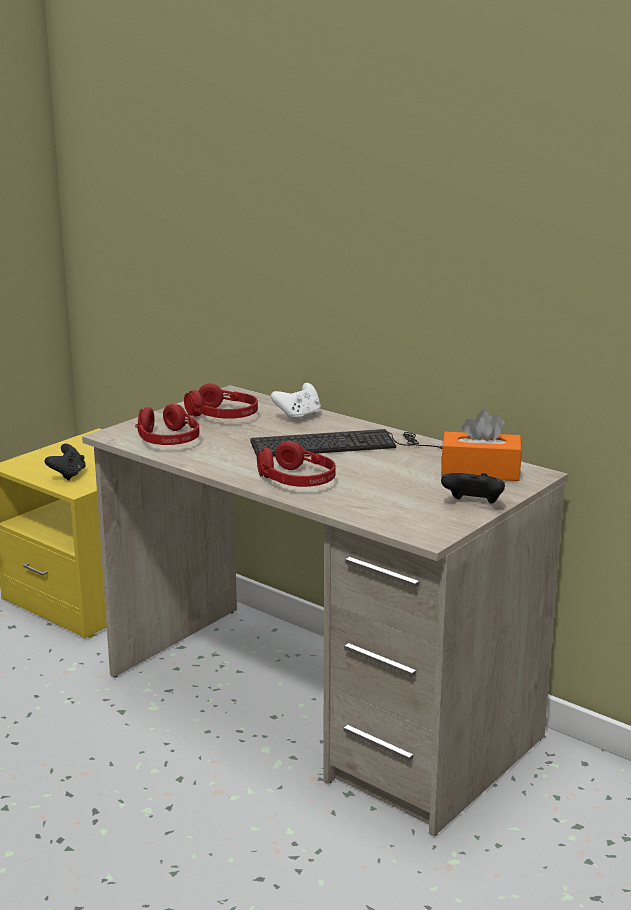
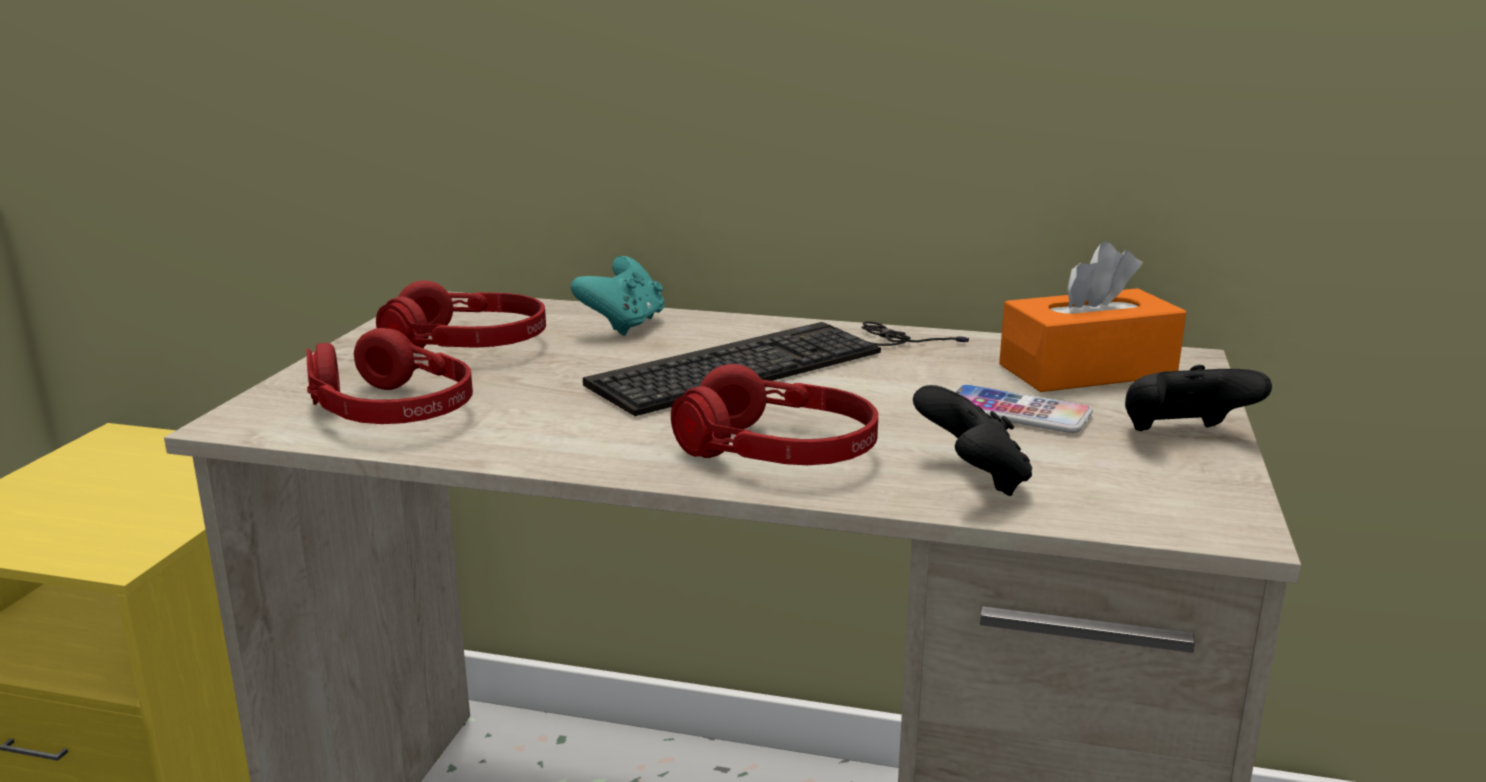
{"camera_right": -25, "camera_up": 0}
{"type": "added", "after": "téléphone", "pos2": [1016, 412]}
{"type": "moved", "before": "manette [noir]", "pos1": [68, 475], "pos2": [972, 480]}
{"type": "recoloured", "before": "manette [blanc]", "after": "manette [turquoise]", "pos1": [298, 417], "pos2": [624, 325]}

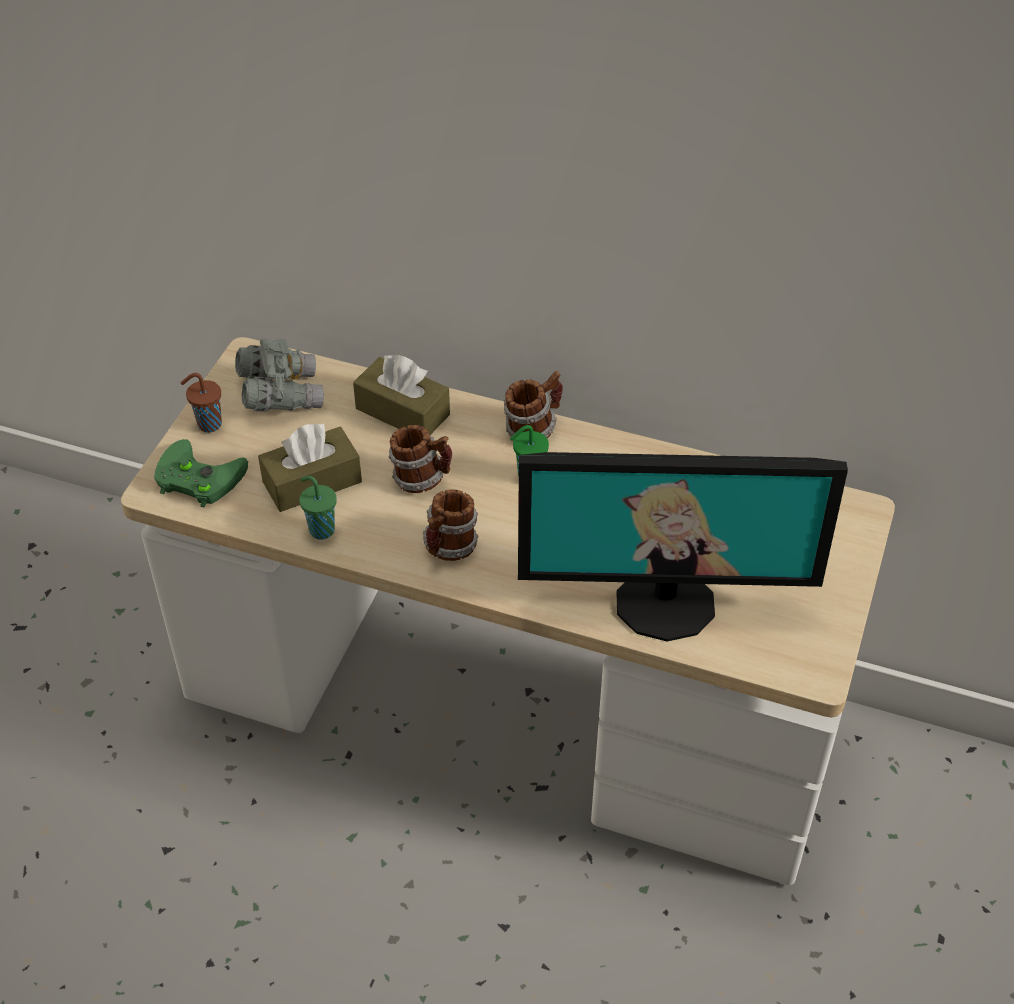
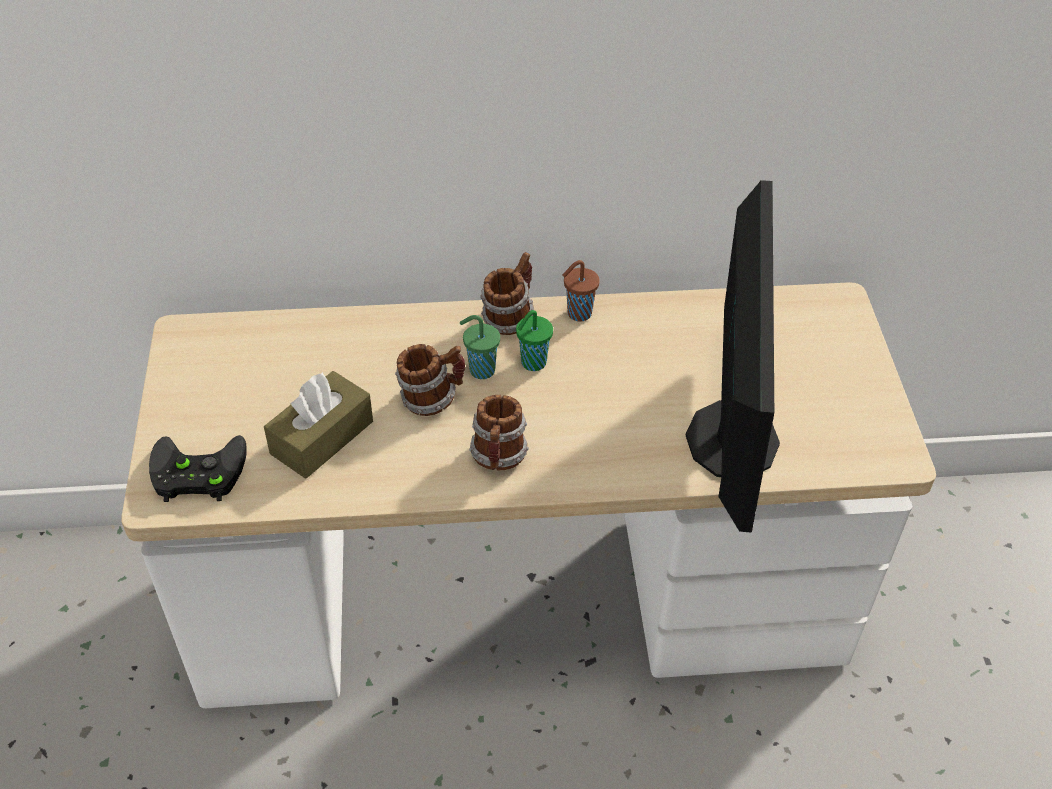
{"camera_right": -25, "camera_up": 0}
{"type": "removed", "before": "jumelles [gris]", "pos1": [280, 394]}
{"type": "removed", "before": "boîte à mouchoirs [marron]", "pos1": [402, 412]}
{"type": "moved", "before": "tasse [marron]", "pos1": [208, 424], "pos2": [578, 314]}
{"type": "moved", "before": "tasse [vert]", "pos1": [320, 529], "pos2": [480, 370]}
{"type": "recoloured", "before": "manette [vert]", "after": "manette [noir]", "pos1": [195, 478], "pos2": [194, 474]}
{"type": "turned", "before": "écran d'ordinateur", "pos1": [665, 602], "pos2": [729, 439], "turn": -60}

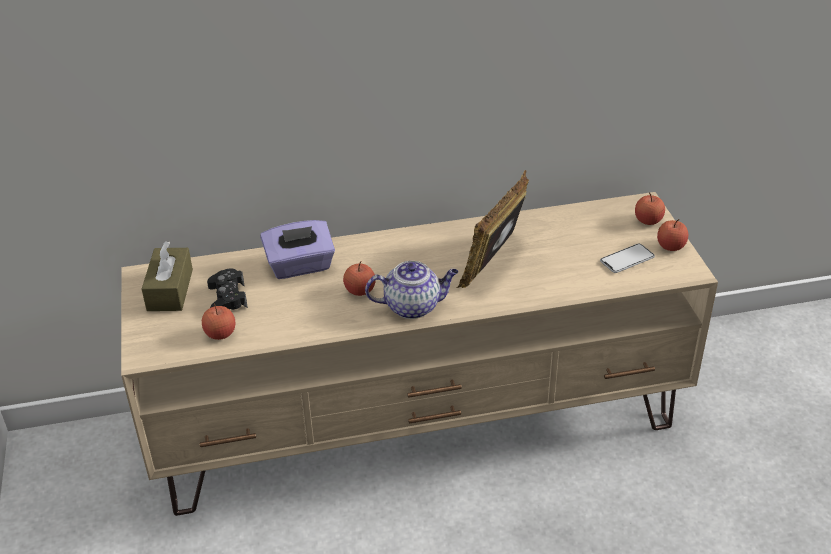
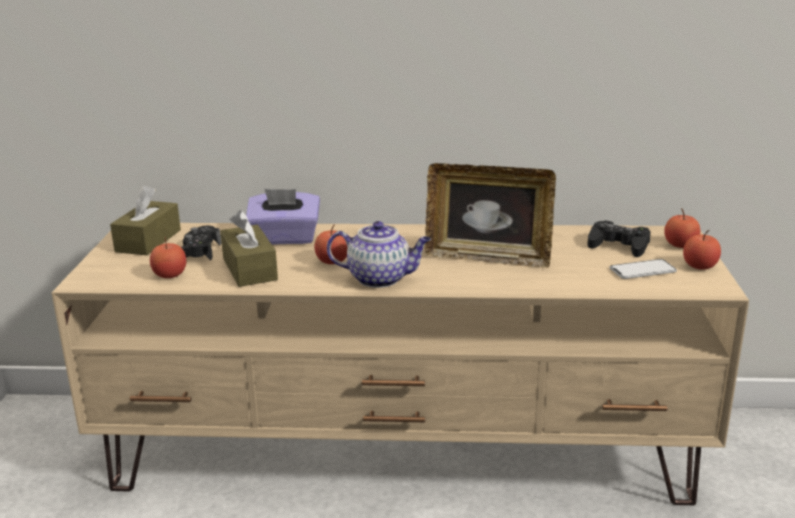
{"camera_right": 15, "camera_up": -15}
{"type": "added", "after": "boîte à mouchoirs [marron]", "pos2": [249, 269]}
{"type": "added", "after": "manette [noir]", "pos2": [619, 245]}
{"type": "turned", "before": "cadre photo", "pos1": [494, 263], "pos2": [488, 257], "turn": -120}

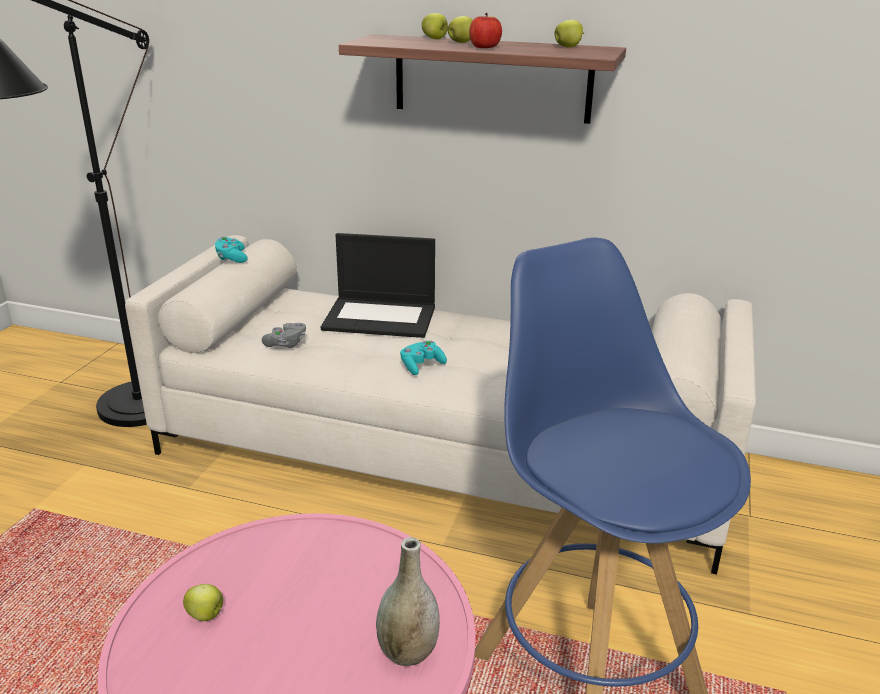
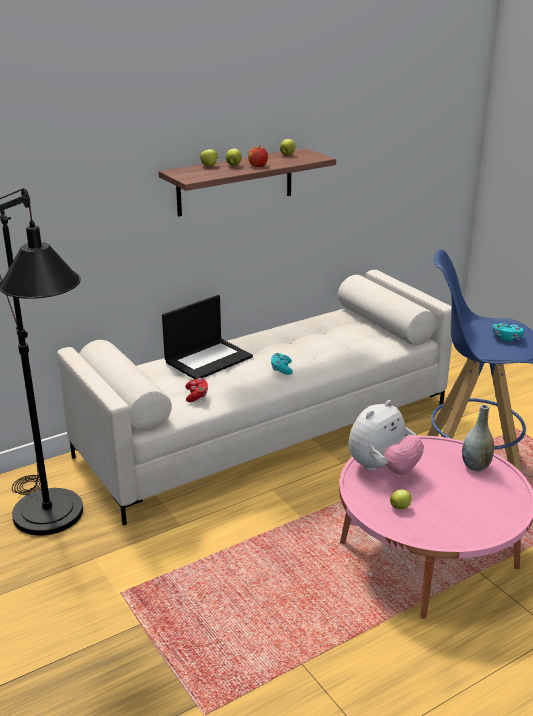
{"camera_right": -50, "camera_up": 0}
{"type": "added", "after": "peluche", "pos2": [382, 469]}
{"type": "moved", "before": "manette [turquoise]", "pos1": [231, 258], "pos2": [506, 338]}
{"type": "recoloured", "before": "manette [gris]", "after": "manette [rouge]", "pos1": [286, 344], "pos2": [196, 395]}

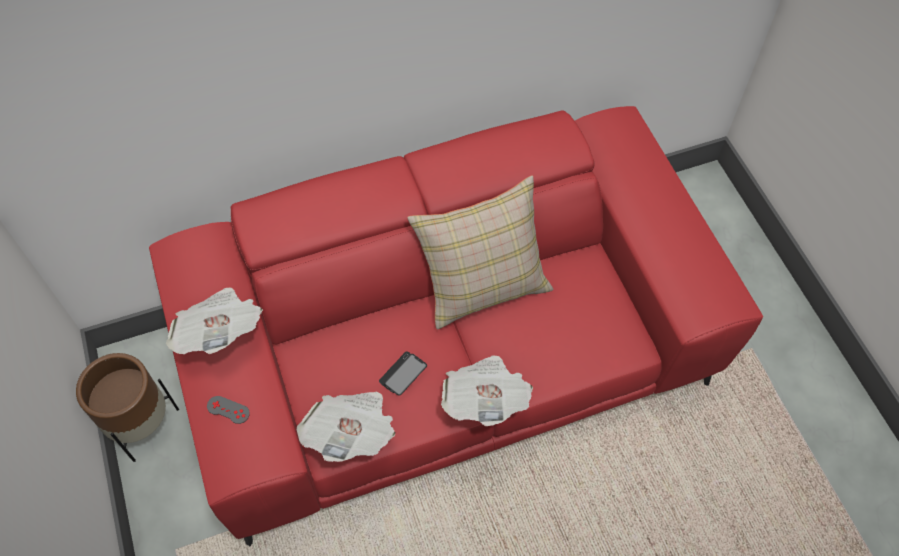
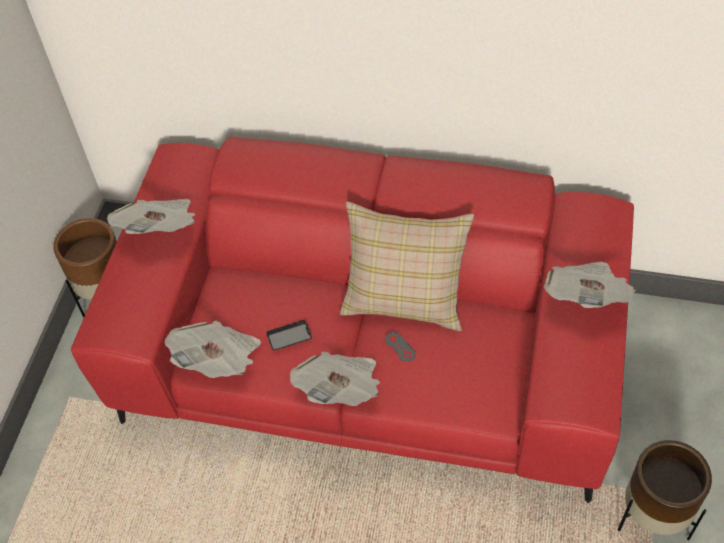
{"camera_right": 35, "camera_up": -5}
{"type": "added", "after": "journal", "pos2": [586, 297]}
{"type": "added", "after": "cache-pot [marron]", "pos2": [653, 517]}
{"type": "moved", "before": "manette [gris]", "pos1": [228, 410], "pos2": [400, 347]}

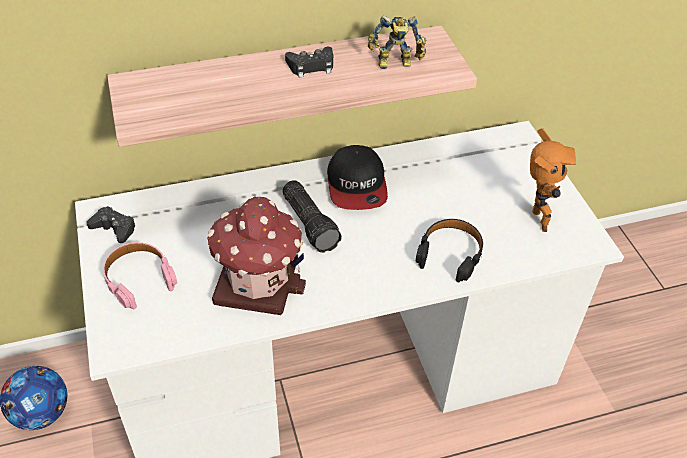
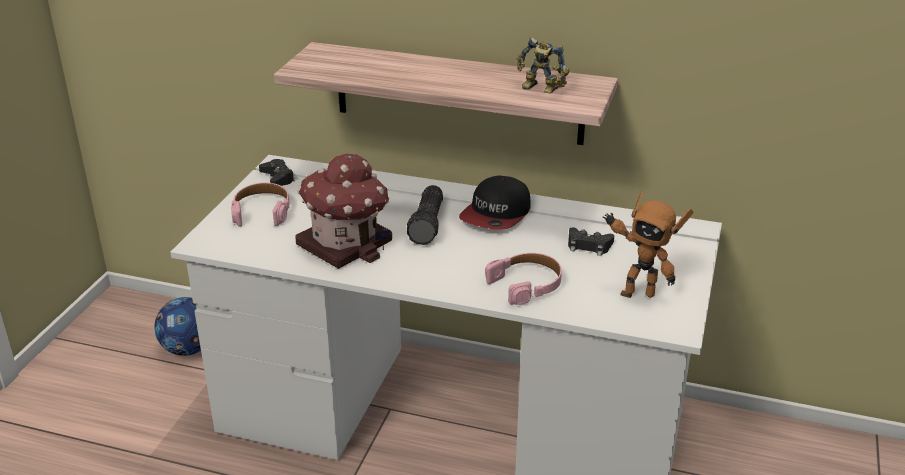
{"camera_right": 35, "camera_up": -15}
{"type": "moved", "before": "manette [noir]", "pos1": [311, 66], "pos2": [588, 246]}
{"type": "recoloured", "before": "casque audio [noir]", "after": "casque audio [rose]", "pos1": [450, 254], "pos2": [526, 284]}
{"type": "turned", "before": "robot jouet", "pos1": [535, 222], "pos2": [637, 292], "turn": 75}

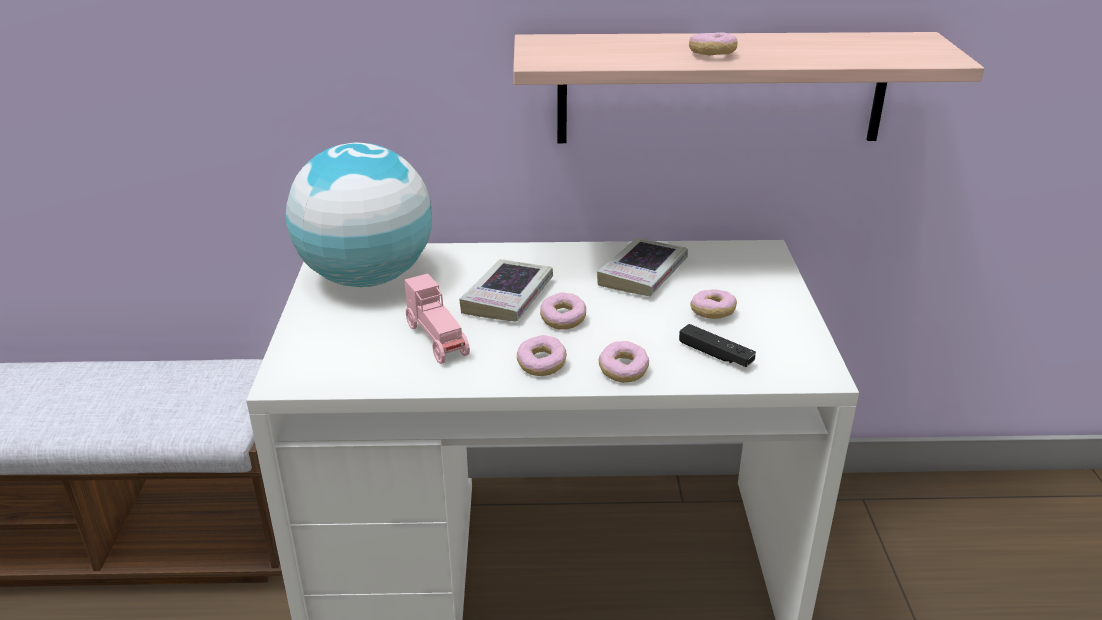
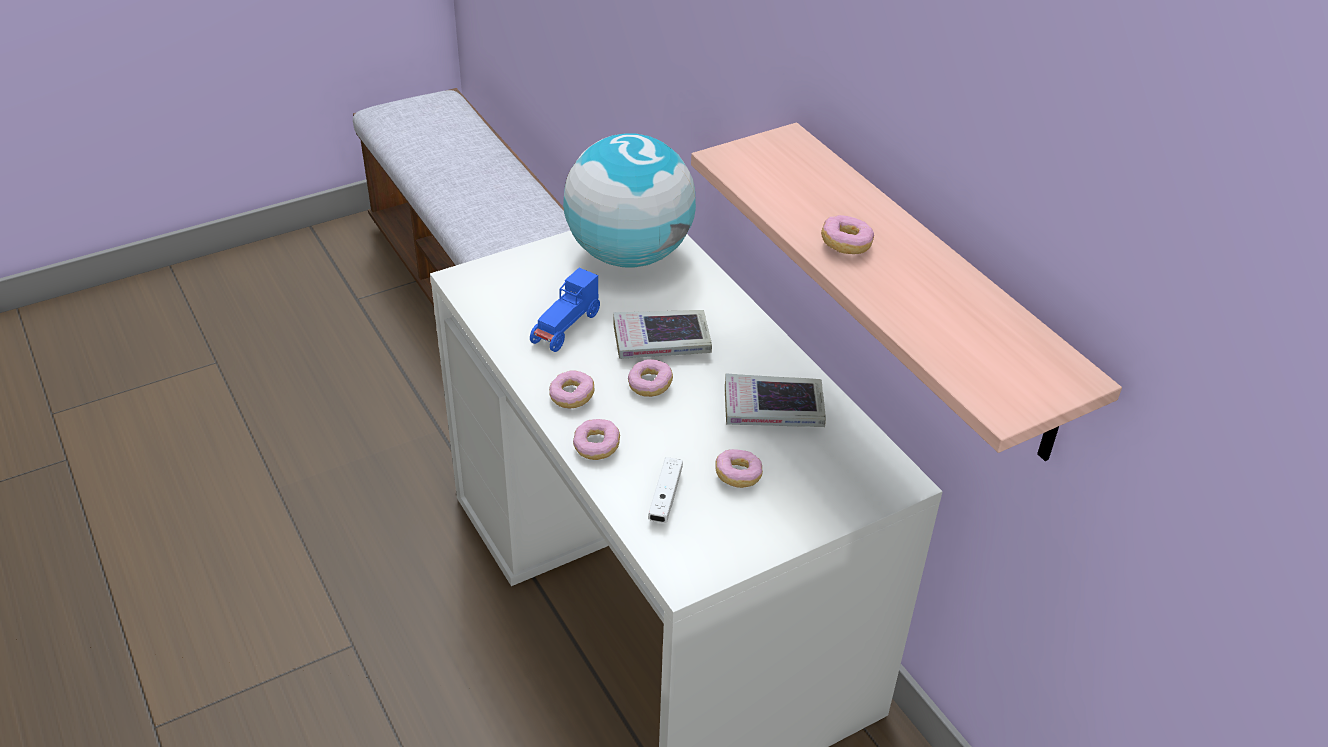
{"camera_right": 60, "camera_up": 10}
{"type": "recoloured", "before": "petite voiture [rose]", "after": "petite voiture [bleu]", "pos1": [438, 340], "pos2": [566, 329]}
{"type": "recoloured", "before": "manette [noir]", "after": "manette [blanc]", "pos1": [715, 354], "pos2": [665, 497]}

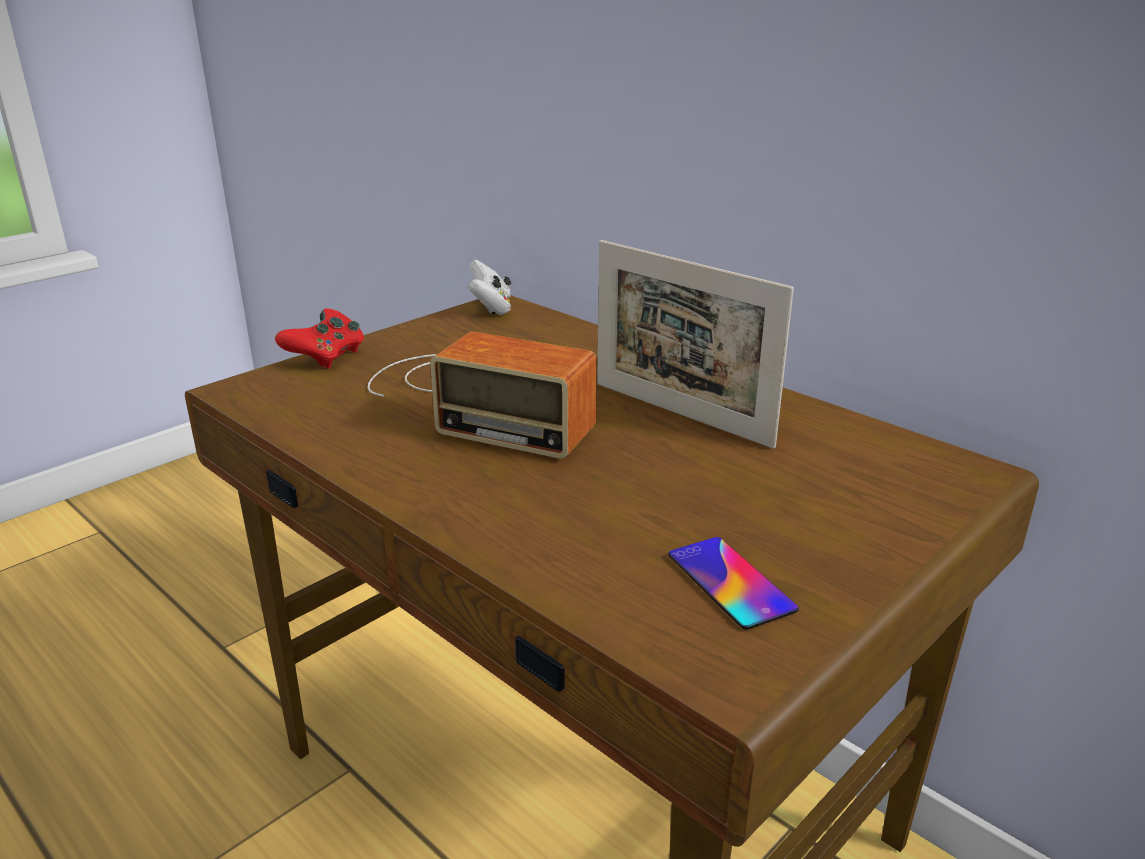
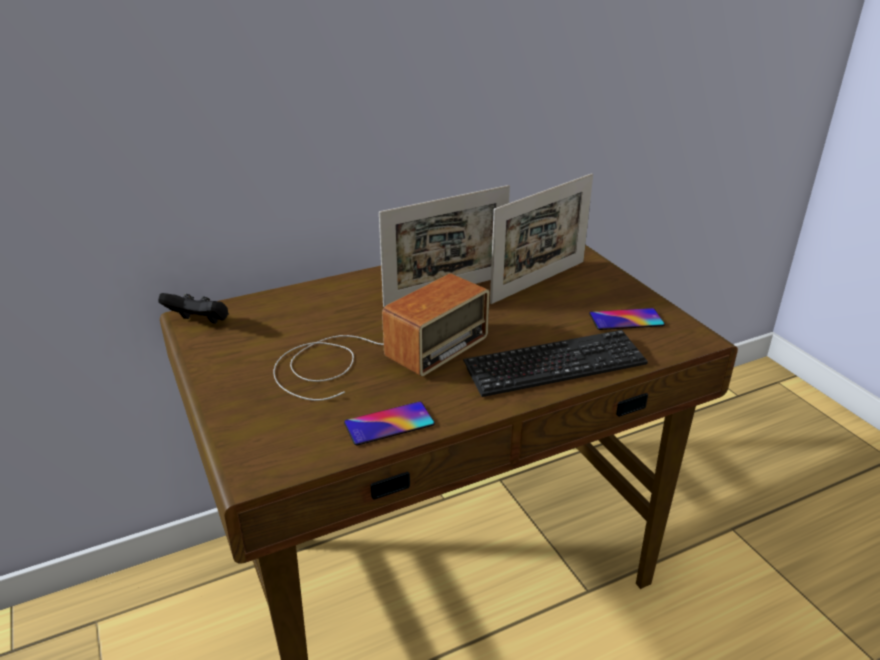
{"camera_right": -70, "camera_up": 5}
{"type": "removed", "before": "manette [rouge]", "pos1": [326, 357]}
{"type": "added", "after": "téléphone", "pos2": [389, 424]}
{"type": "added", "after": "clavier", "pos2": [555, 366]}
{"type": "added", "after": "cadre photo", "pos2": [538, 281]}
{"type": "recoloured", "before": "manette [blanc]", "after": "manette [noir]", "pos1": [491, 308], "pos2": [199, 322]}

